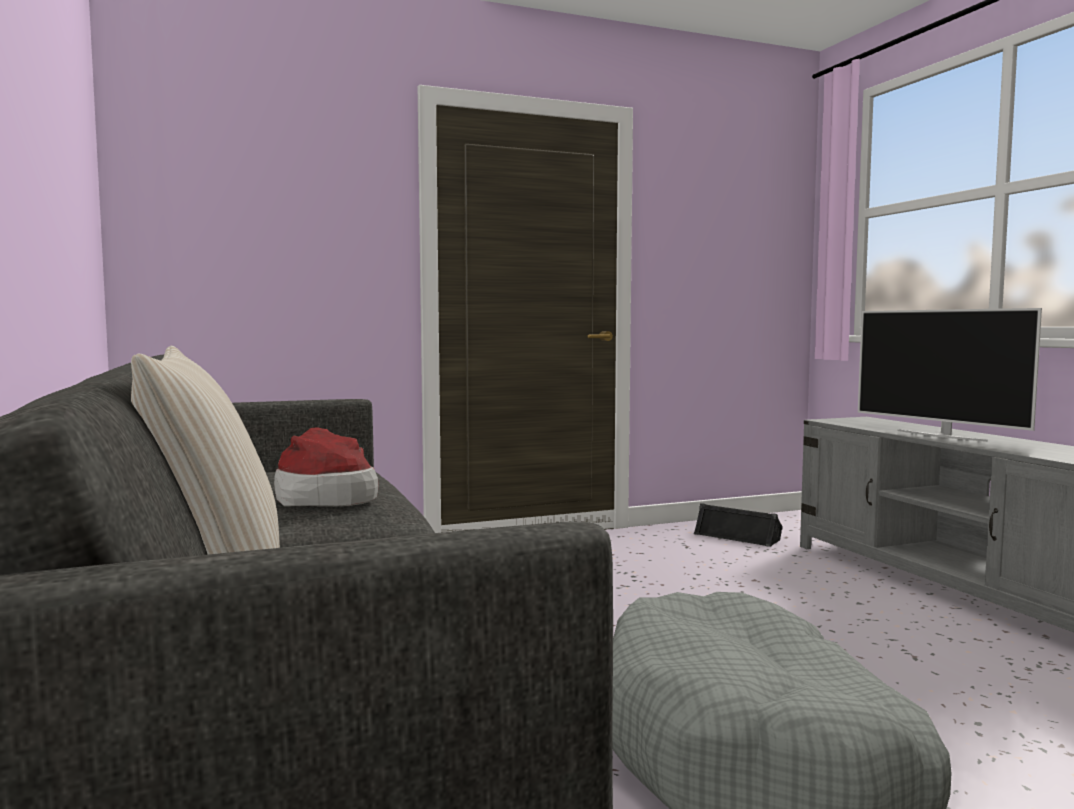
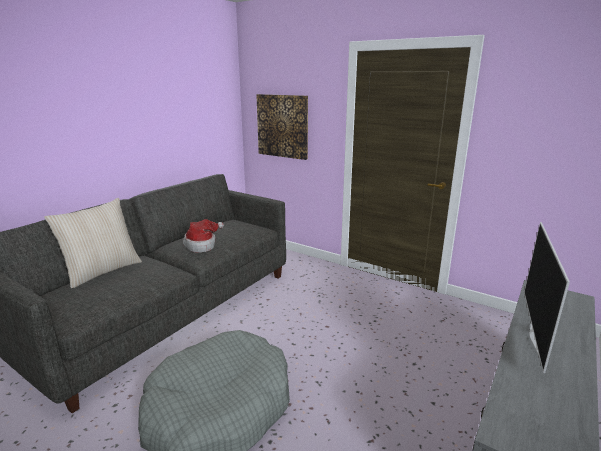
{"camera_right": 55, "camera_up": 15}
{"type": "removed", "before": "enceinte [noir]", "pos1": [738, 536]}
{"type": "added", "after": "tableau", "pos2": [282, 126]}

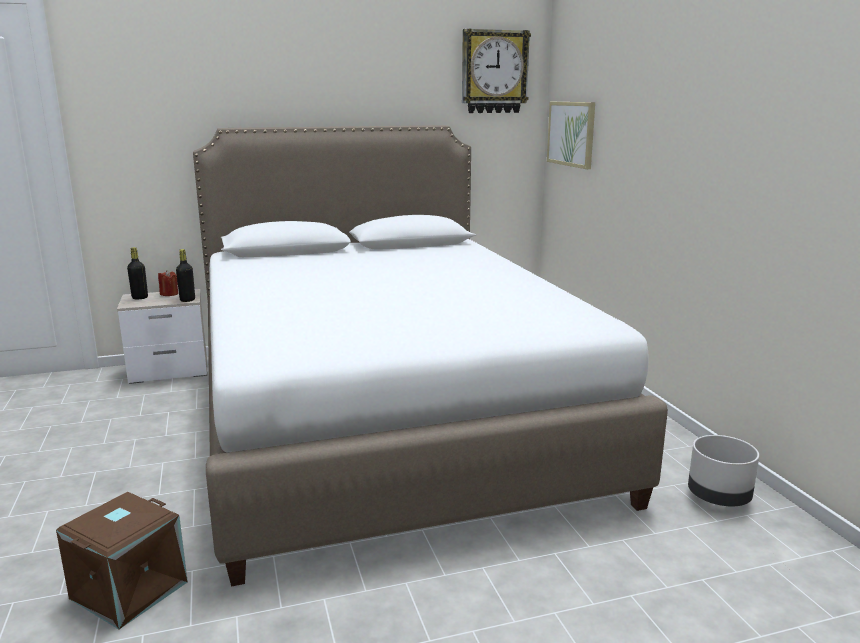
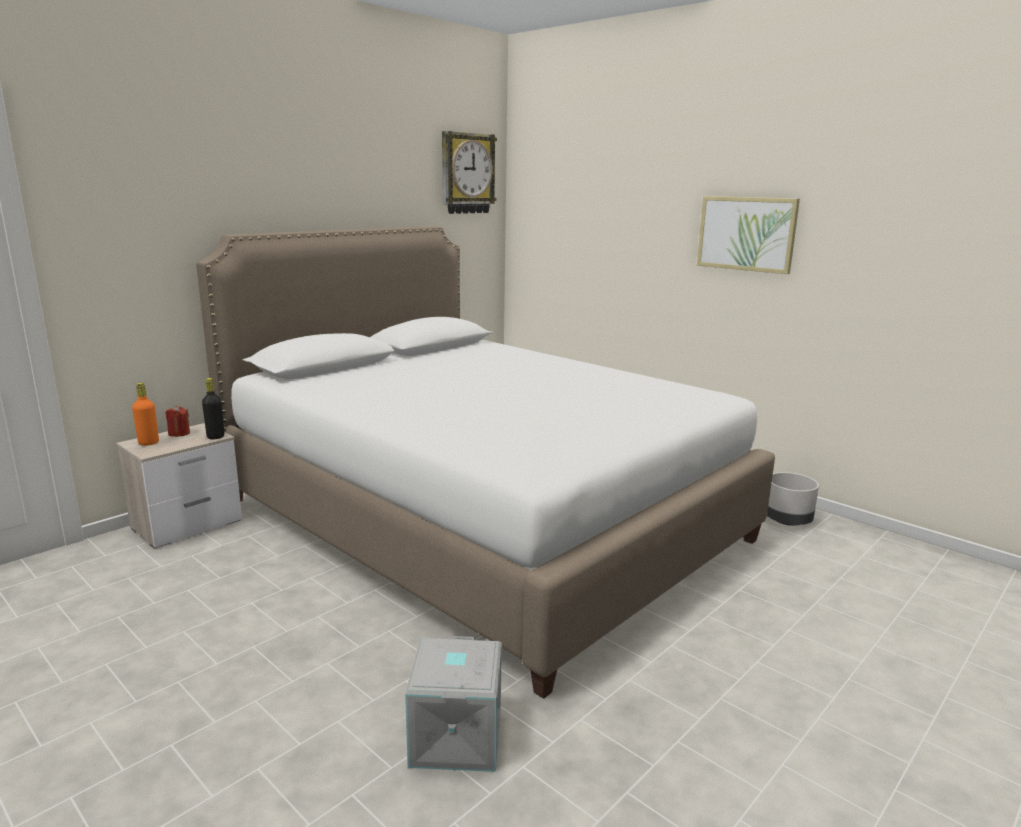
{"camera_right": -30, "camera_up": 0}
{"type": "moved", "before": "tableau", "pos1": [571, 134], "pos2": [746, 233]}
{"type": "recoloured", "before": "boîte de rangement [marron]", "after": "boîte de rangement [gris]", "pos1": [128, 589], "pos2": [454, 736]}
{"type": "recoloured", "before": "bouteille [noir]", "after": "bouteille [orange]", "pos1": [140, 298], "pos2": [148, 443]}

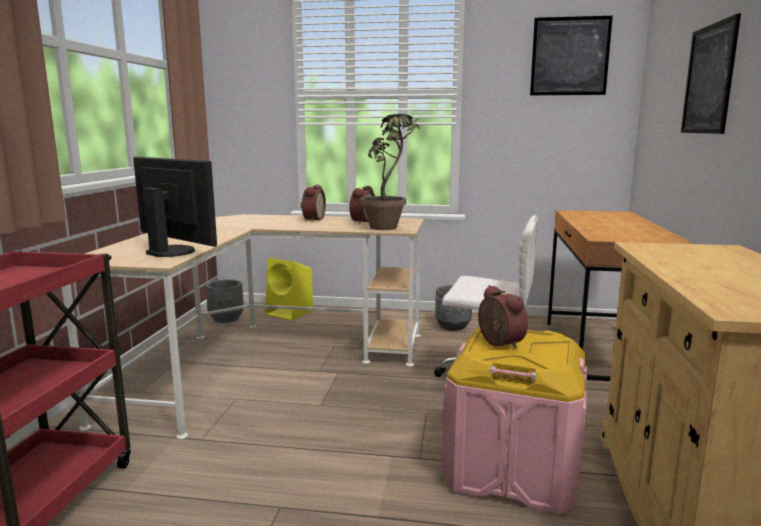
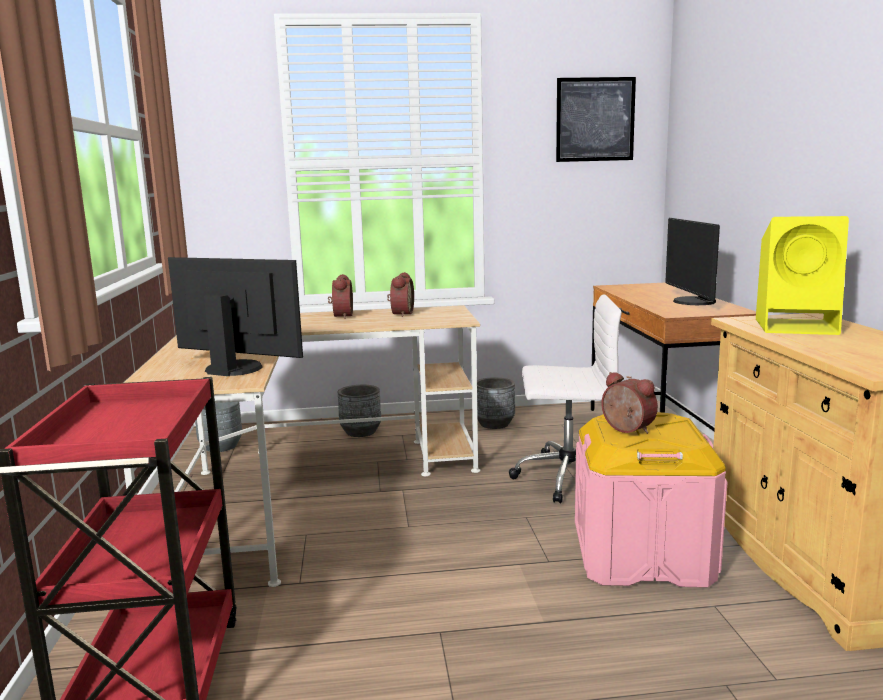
{"camera_right": -15, "camera_up": 0}
{"type": "removed", "before": "plante en pot", "pos1": [390, 226]}
{"type": "removed", "before": "tableau", "pos1": [709, 79]}
{"type": "added", "after": "cache-pot [gris]", "pos2": [360, 432]}
{"type": "added", "after": "écran d'ordinateur", "pos2": [692, 302]}
{"type": "moved", "before": "enceinte [jaune]", "pos1": [290, 313], "pos2": [798, 327]}

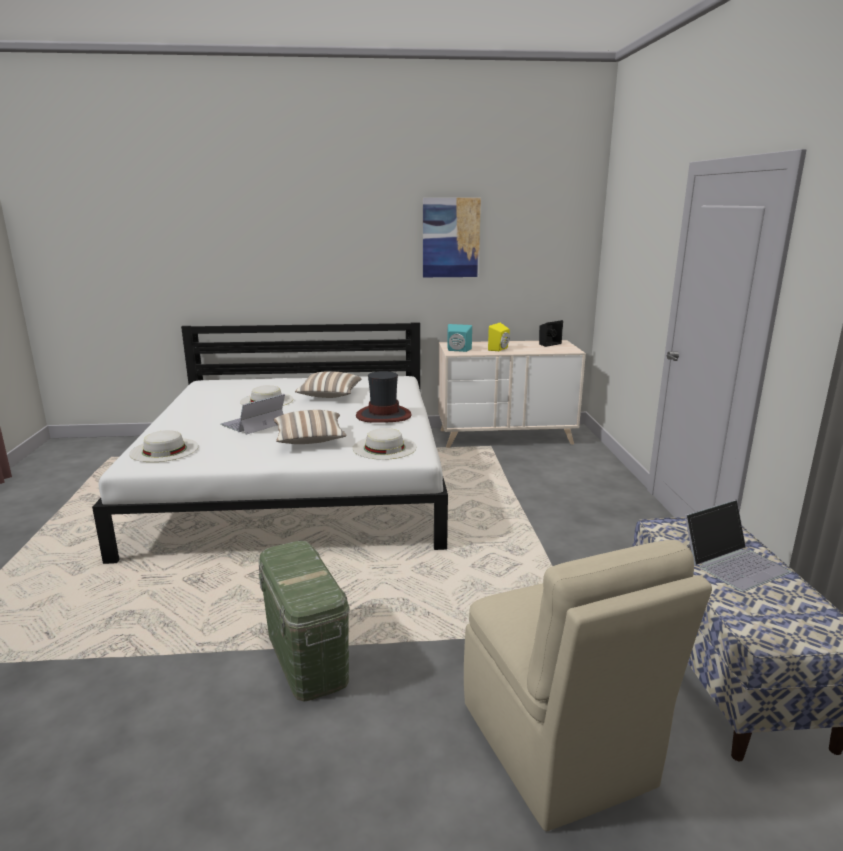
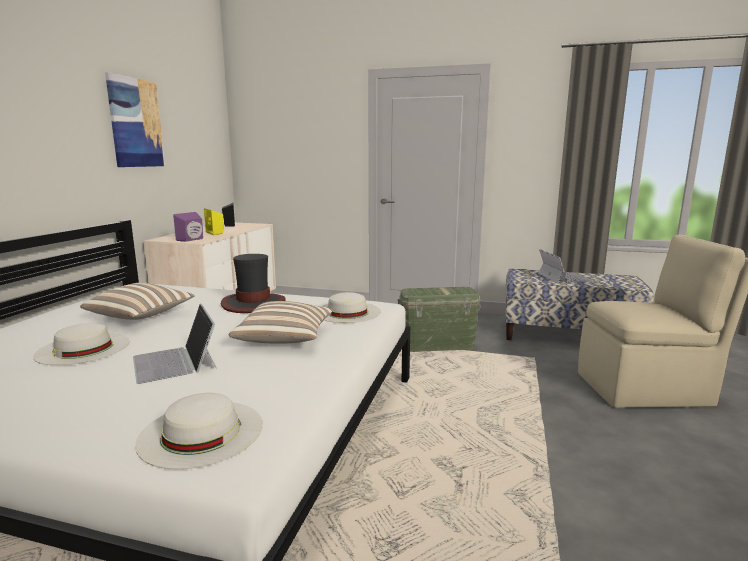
{"camera_right": -70, "camera_up": -5}
{"type": "moved", "before": "boîte de rangement [vert]", "pos1": [307, 656], "pos2": [437, 345]}
{"type": "recoloured", "before": "enceinte [turquoise]", "after": "enceinte [violet]", "pos1": [458, 350], "pos2": [192, 239]}

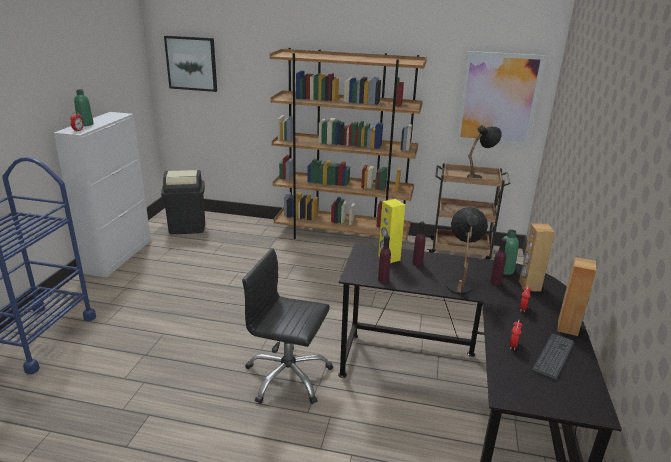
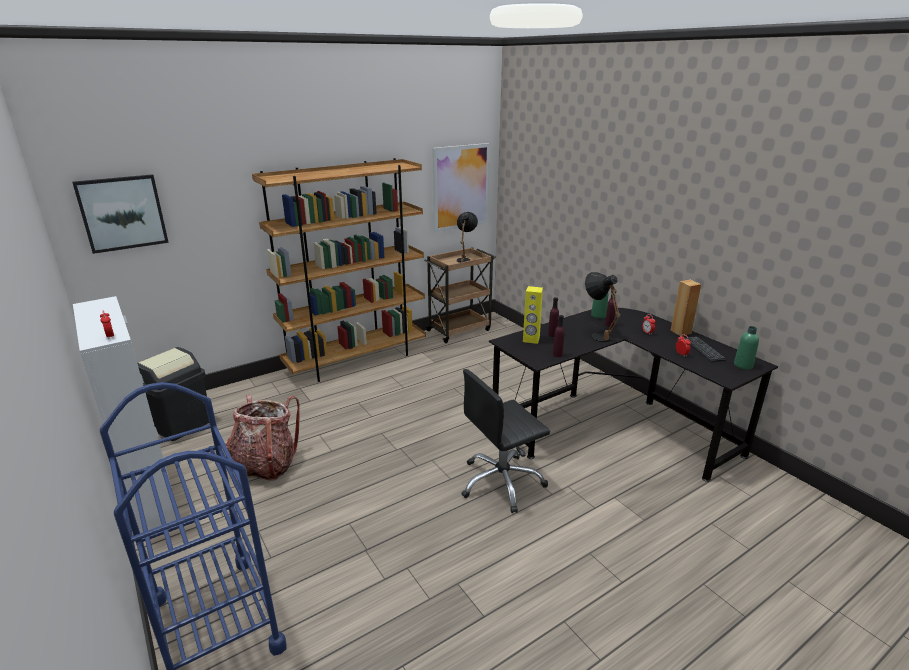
{"camera_right": -45, "camera_up": 0}
{"type": "removed", "before": "enceinte [marron]", "pos1": [529, 286]}
{"type": "added", "after": "sac à dos", "pos2": [265, 465]}
{"type": "moved", "before": "bouteille [vert]", "pos1": [85, 124], "pos2": [743, 365]}

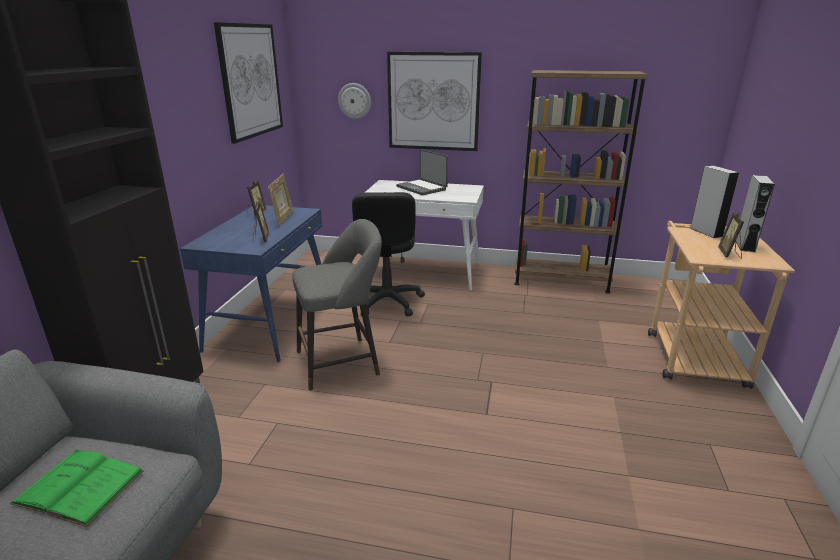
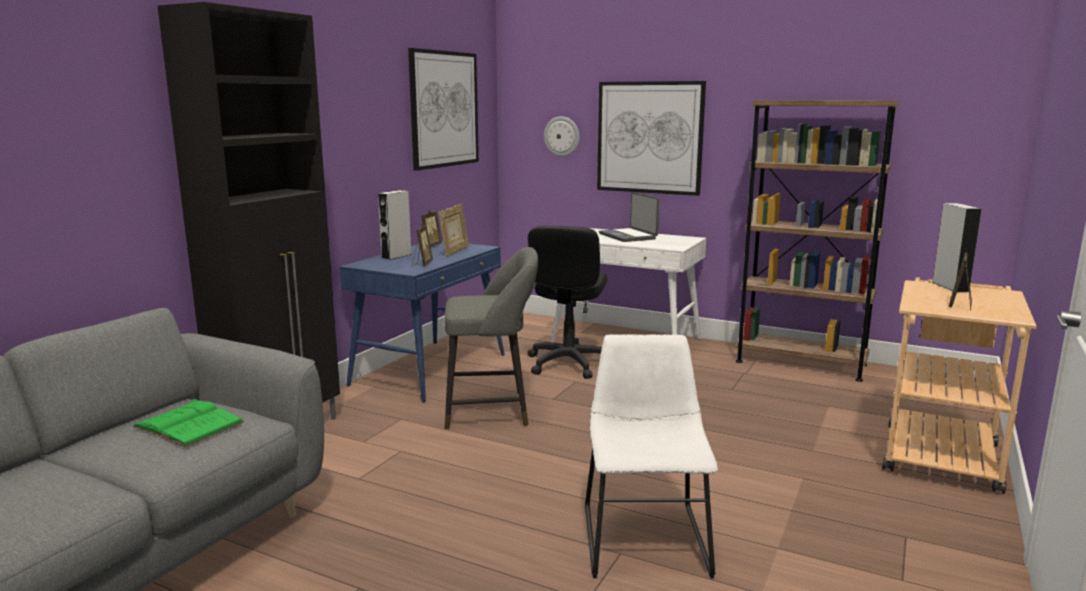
{"camera_right": 15, "camera_up": -10}
{"type": "added", "after": "chaise [blanc]", "pos2": [644, 536]}
{"type": "moved", "before": "enceinte [gris]", "pos1": [744, 245], "pos2": [396, 256]}

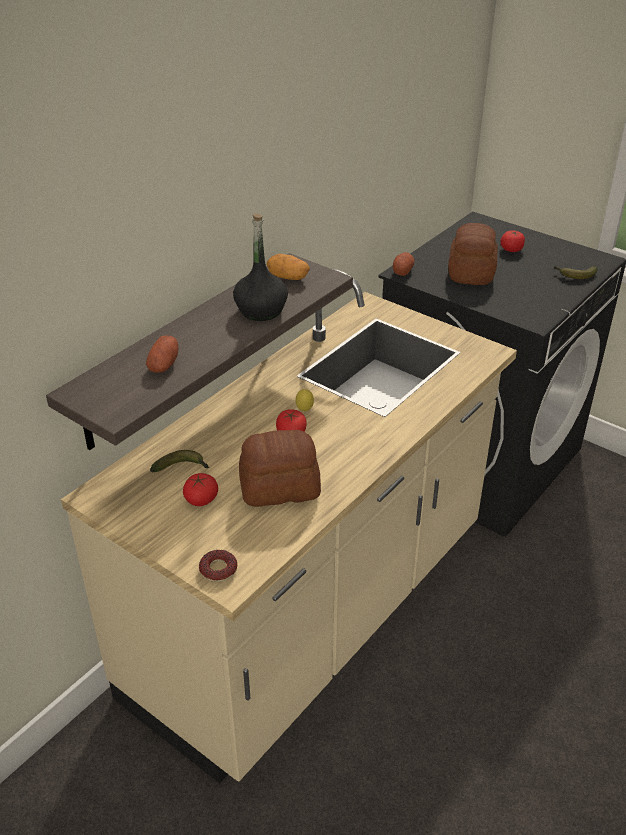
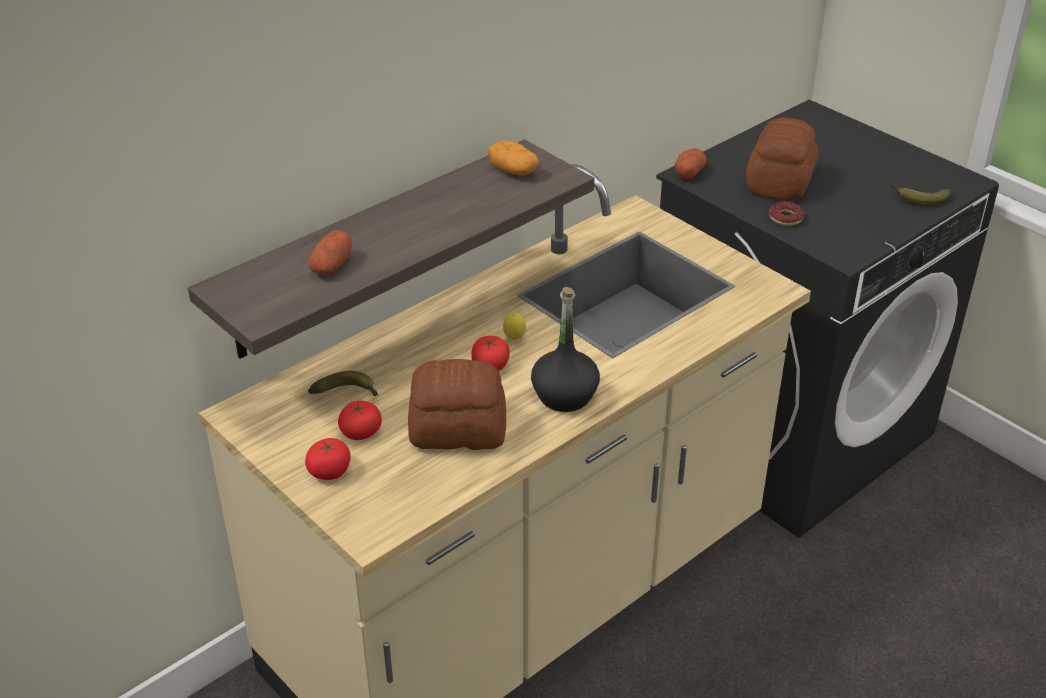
{"camera_right": 10, "camera_up": 0}
{"type": "moved", "before": "beignet", "pos1": [218, 569], "pos2": [785, 218]}
{"type": "moved", "before": "bouteille [noir]", "pos1": [261, 310], "pos2": [565, 396]}
{"type": "moved", "before": "tomate", "pos1": [511, 249], "pos2": [329, 471]}

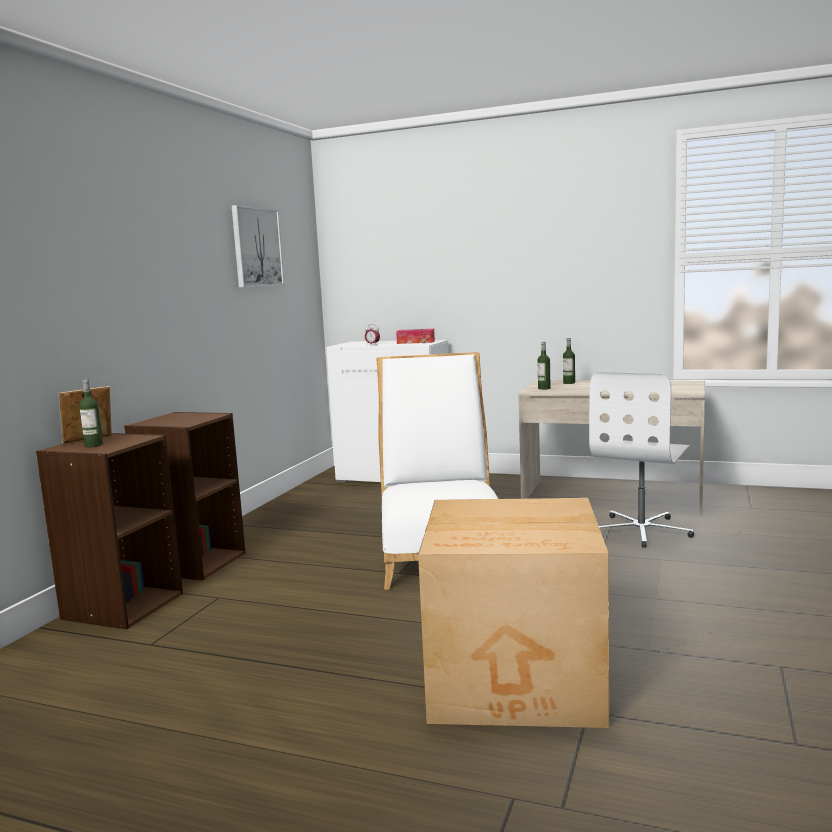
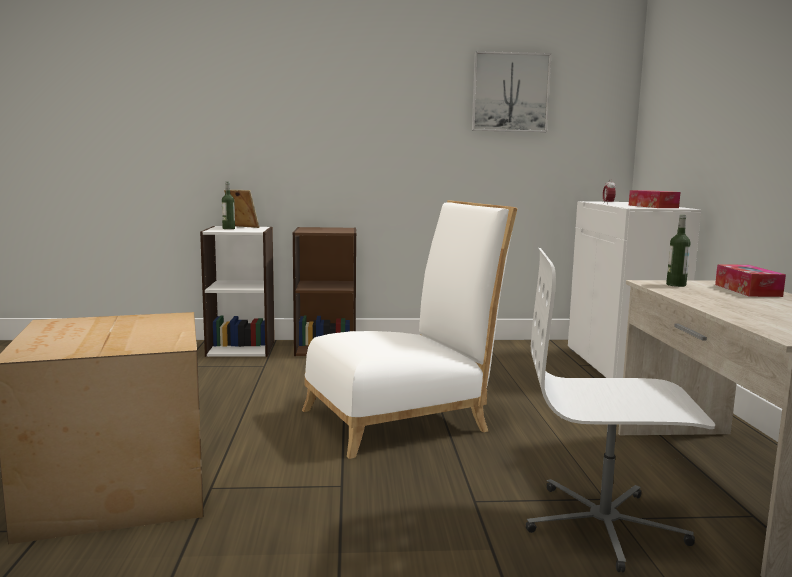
{"camera_right": 65, "camera_up": 0}
{"type": "replaced", "before": "bouteille", "after": "boîte à mouchoirs", "pos1": [569, 383], "pos2": [747, 290]}
{"type": "recoloured", "before": "bibliothèque [marron]", "after": "bibliothèque [blanc]", "pos1": [122, 606], "pos2": [241, 348]}

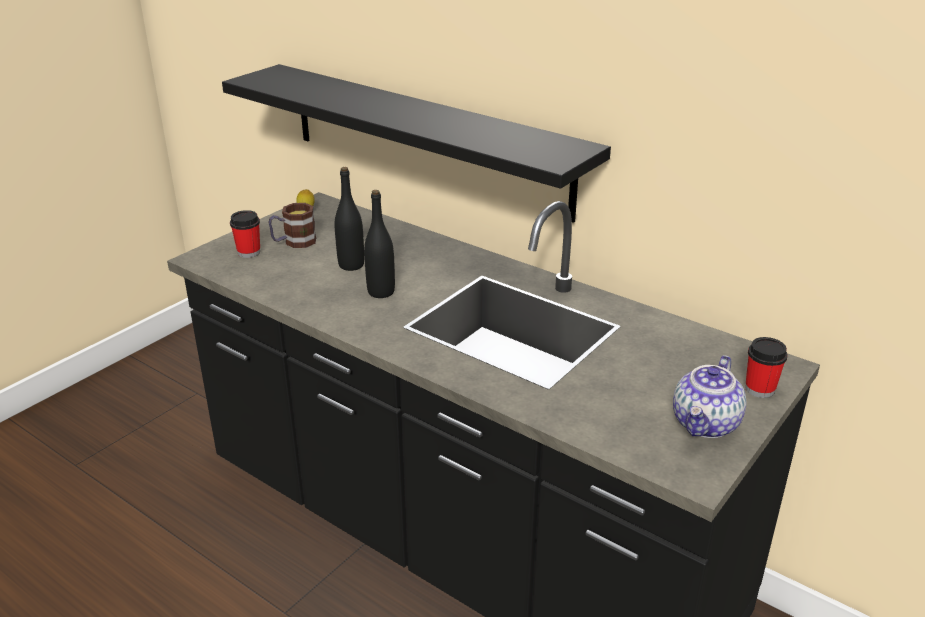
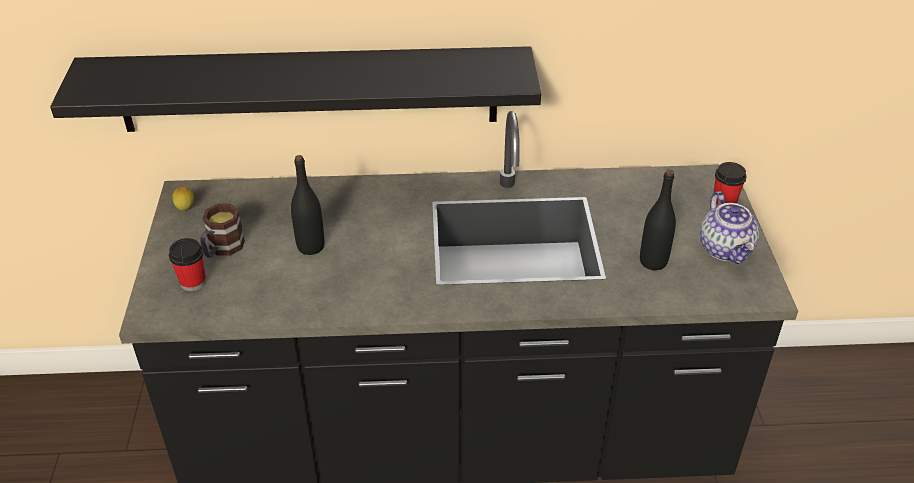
{"camera_right": -40, "camera_up": 10}
{"type": "moved", "before": "bouteille [noir]", "pos1": [381, 292], "pos2": [653, 262]}

